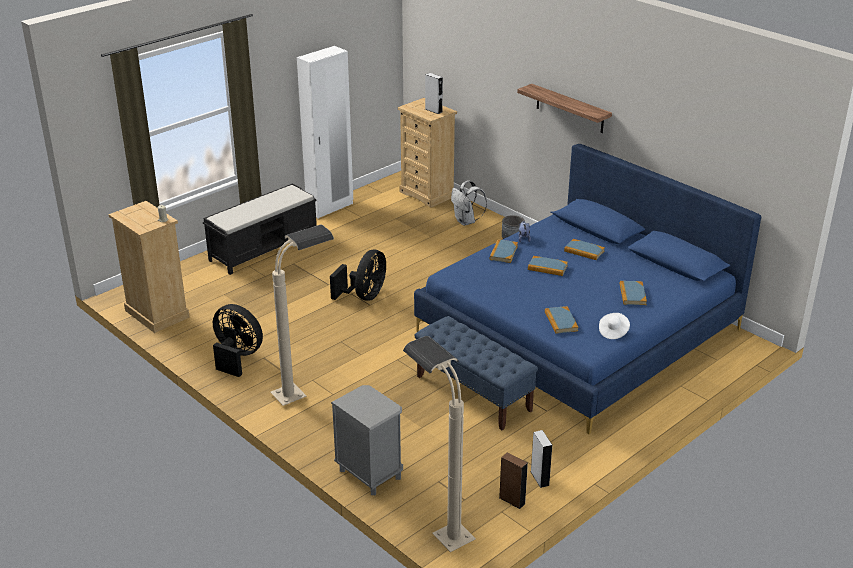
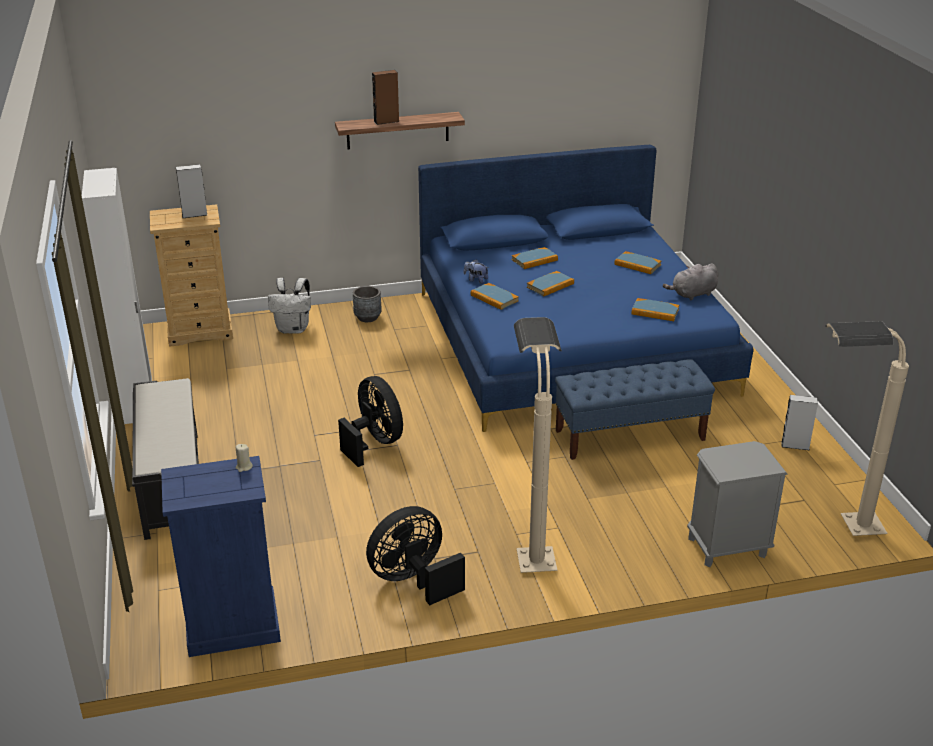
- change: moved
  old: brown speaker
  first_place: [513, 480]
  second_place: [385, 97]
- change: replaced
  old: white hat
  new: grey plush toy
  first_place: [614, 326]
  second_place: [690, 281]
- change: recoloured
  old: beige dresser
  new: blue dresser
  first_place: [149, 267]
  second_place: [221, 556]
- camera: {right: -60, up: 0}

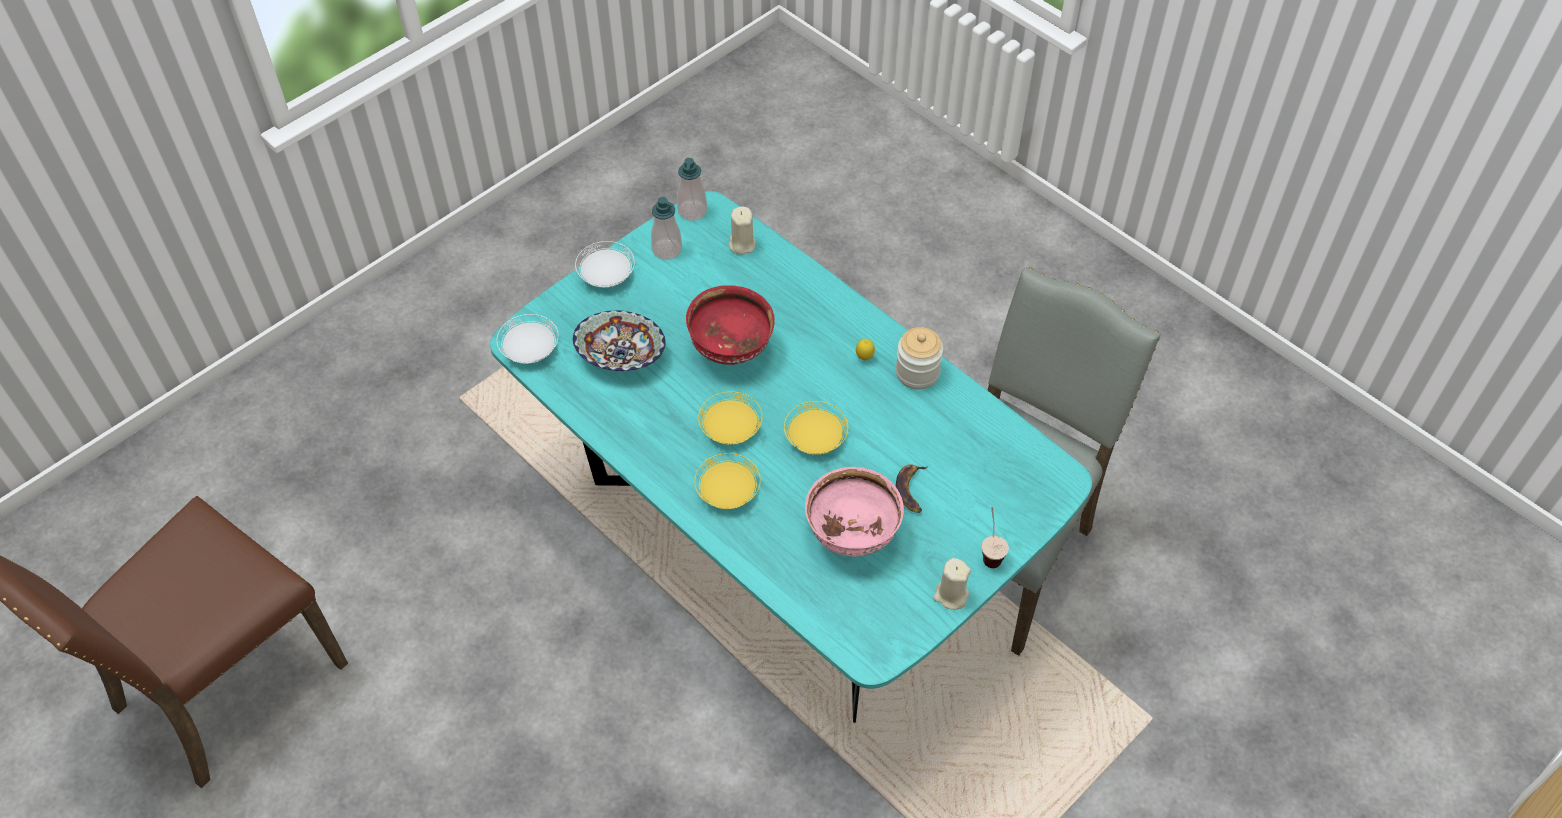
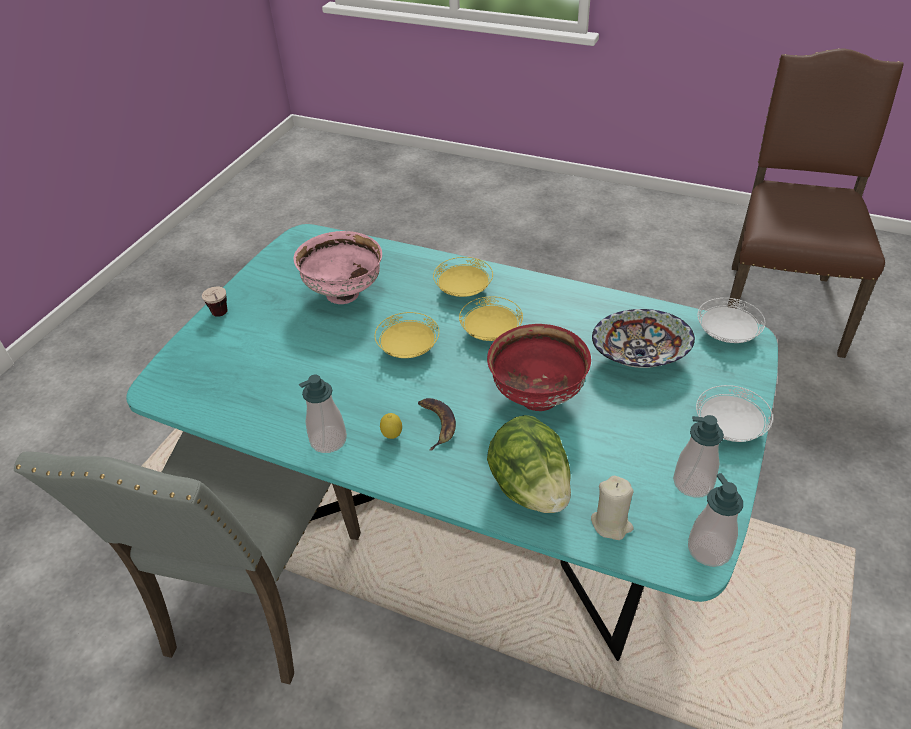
- change: removed
  old: beige candle
  first_place: [952, 584]
- change: added
  new: lettuce
  second_place: [529, 464]
- change: moved
  old: banana
  first_place: [912, 488]
  second_place: [437, 424]
- change: replaced
  old: jar
  new: soap dispenser
  first_place: [919, 358]
  second_place: [323, 414]
- camera: {right: 160, up: -10}

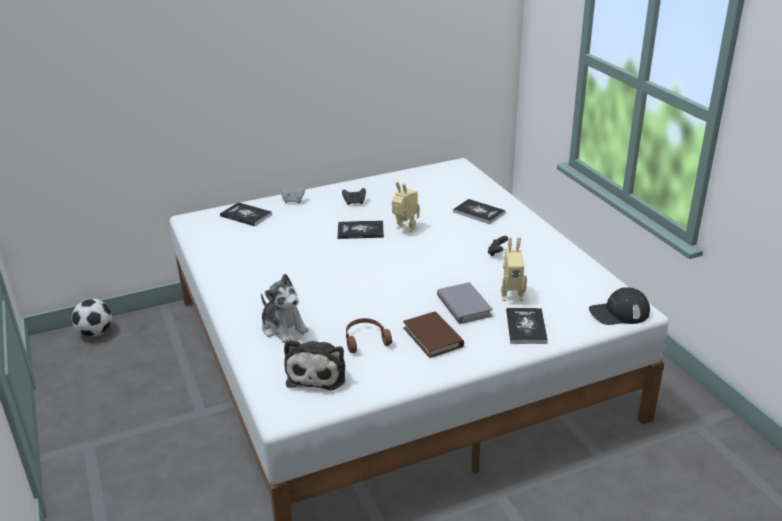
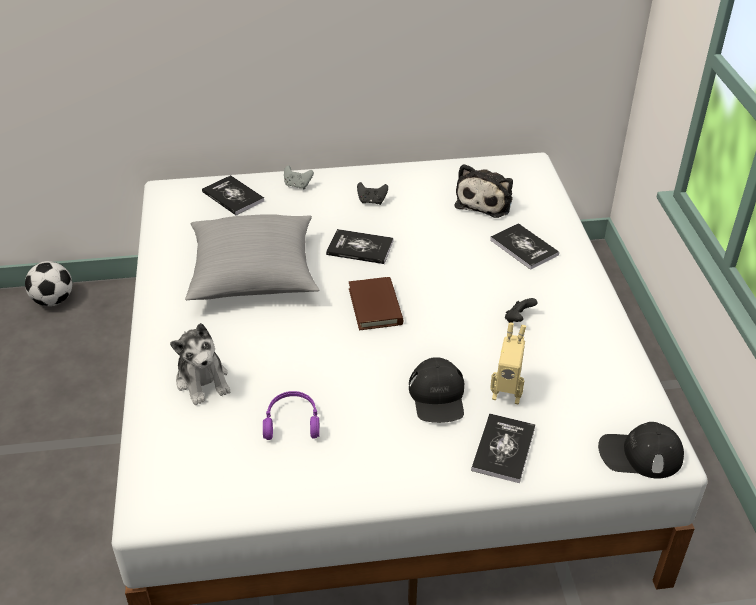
- change: removed
  old: toy robot
  first_place: [405, 206]
- change: added
  new: grey pillow
  second_place: [252, 257]
- change: moved
  old: plush toy
  first_place: [314, 365]
  second_place: [484, 191]
- change: moved
  old: brown book
  first_place: [433, 334]
  second_place: [376, 303]
- change: replaced
  old: grey book
  new: black cap
  first_place: [465, 303]
  second_place: [437, 390]
- change: recoloured
  old: brown headphones
  new: purple headphones
  first_place: [369, 335]
  second_place: [291, 415]
- camera: {right: 15, up: 10}

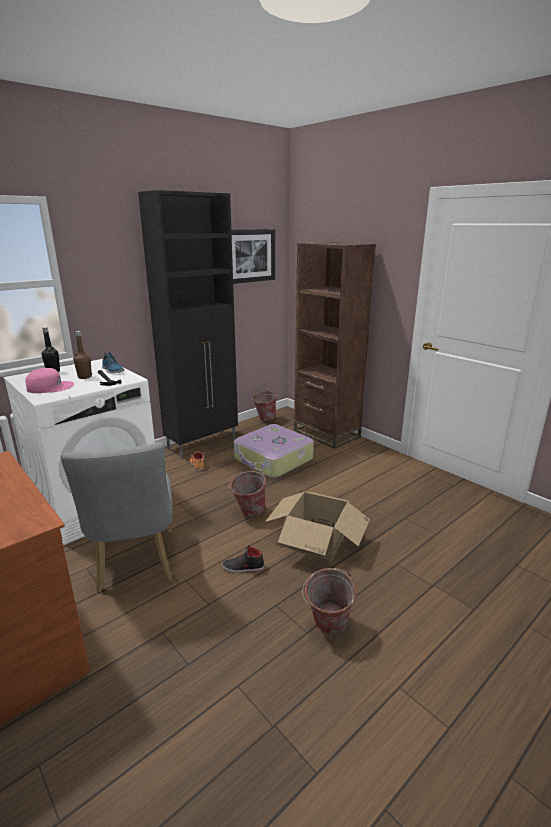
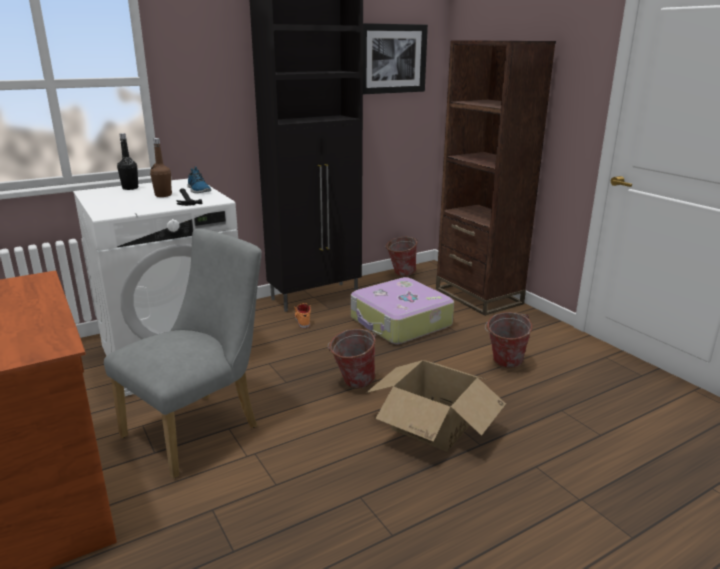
- change: removed
  old: pink cap
  first_place: [49, 380]
- change: removed
  old: black shoe
  first_place: [243, 559]
- change: moved
  old: bucket
  first_place: [329, 601]
  second_place: [509, 340]
- change: turned
  old: grey chair
  first_place: [117, 517]
  second_place: [183, 354]
  degrees: -135
- camera: {right: 10, up: 0}

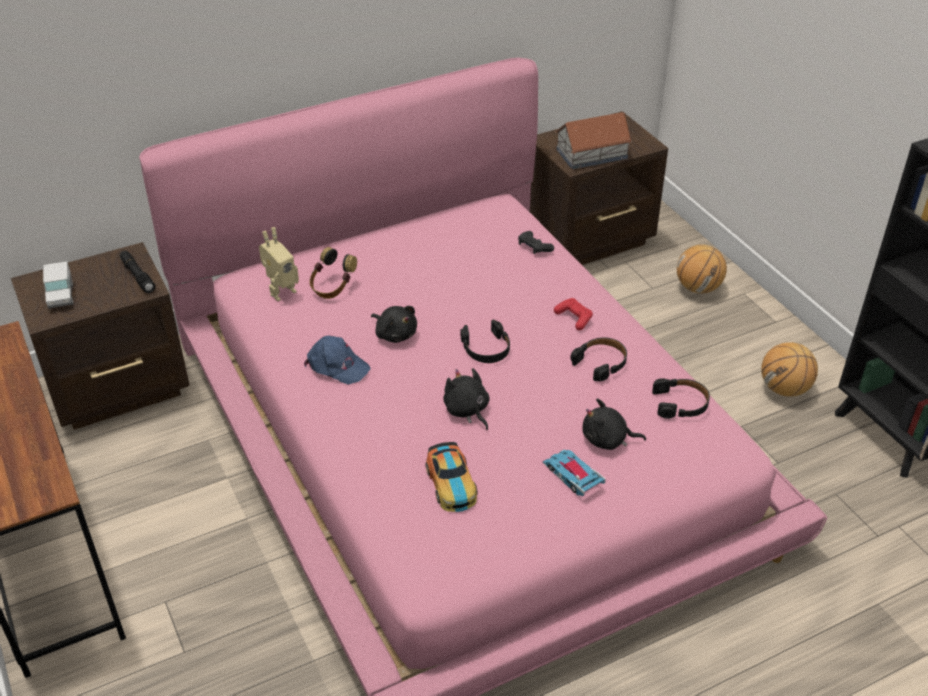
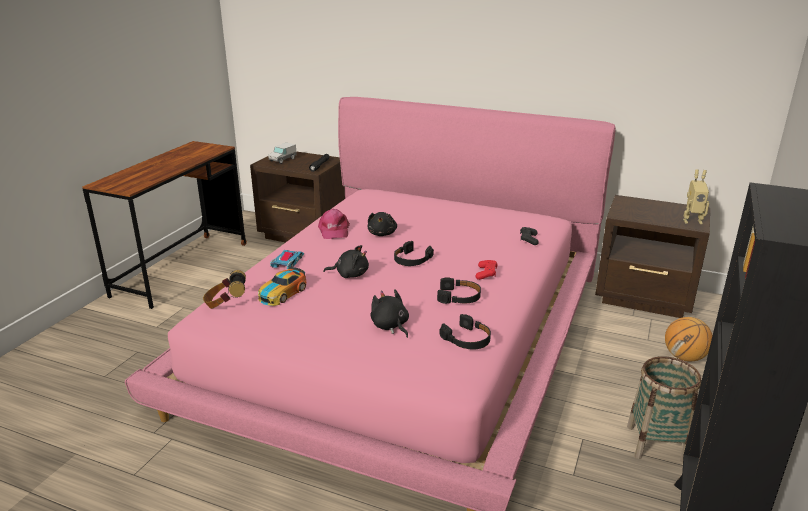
- change: removed
  old: toy house
  first_place: [593, 140]
- change: moved
  old: toy robot
  first_place: [279, 264]
  second_place: [696, 197]
- change: moved
  old: headphones
  first_place: [333, 273]
  second_place: [224, 289]
- change: moved
  old: toy car
  first_place: [574, 472]
  second_place: [287, 259]
- change: replaced
  old: basketball
  new: basket
  first_place: [789, 369]
  second_place: [664, 409]
- change: recoloured
  old: blue cap
  new: pink cap
  first_place: [337, 360]
  second_place: [334, 224]
- change: turned
  old: black plush toy
  first_place: [466, 399]
  second_place: [346, 261]
  degrees: 75
- camera: {right: 50, up: -15}

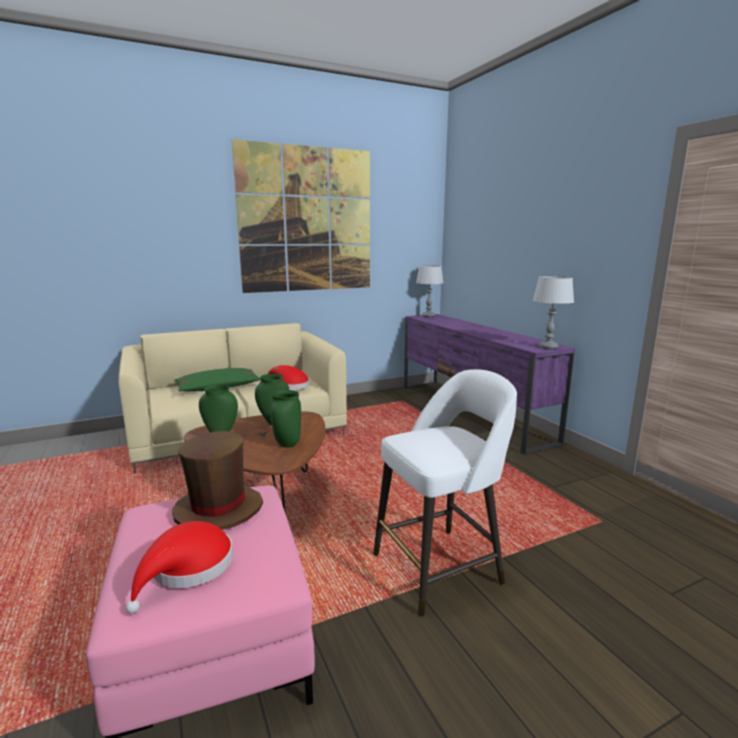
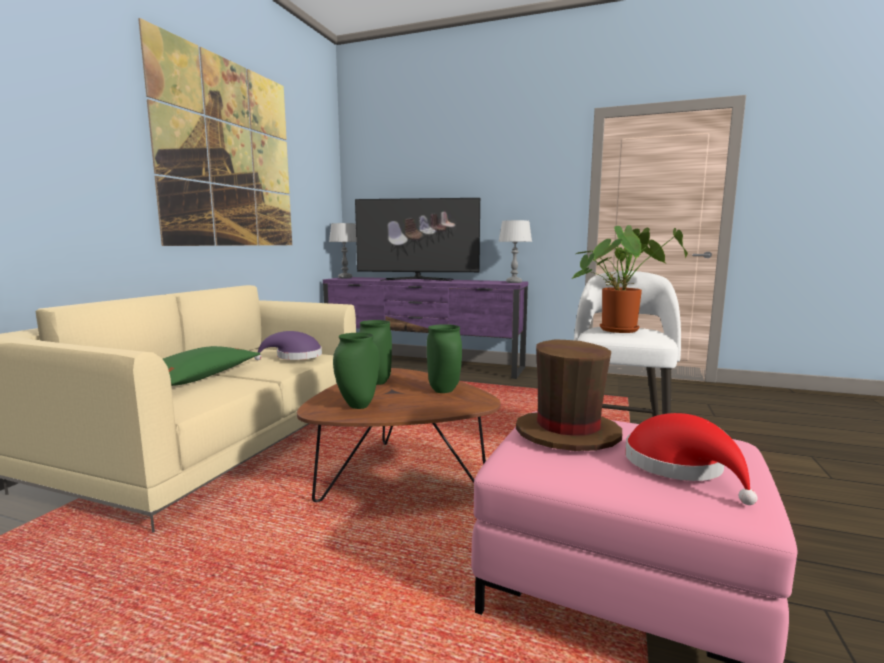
- change: added
  new: television
  second_place: [417, 239]
- change: added
  new: potted plant
  second_place: [630, 279]
- change: recoloured
  old: red hat
  new: purple hat
  first_place: [288, 377]
  second_place: [288, 345]
- camera: {right: -45, up: -5}

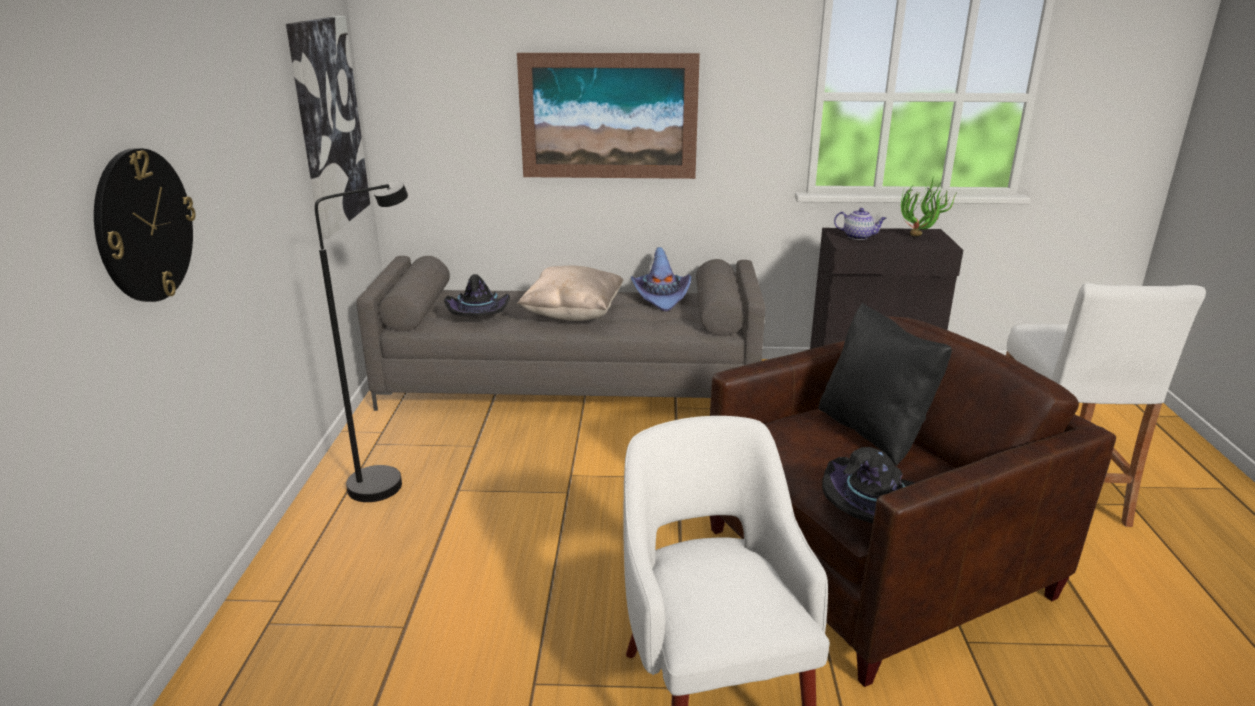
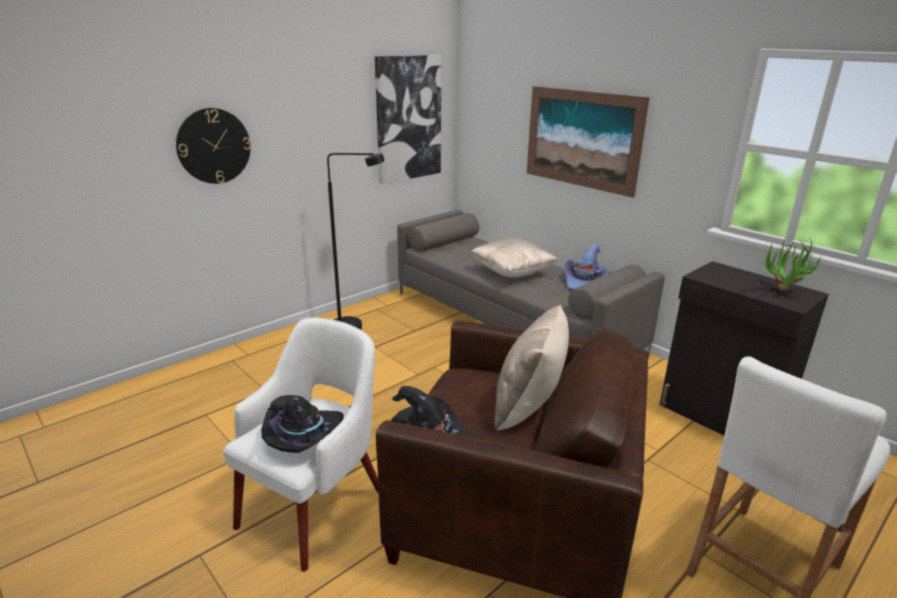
- change: removed
  old: teapot
  first_place: [860, 224]
- change: moved
  old: black hat
  first_place: [477, 295]
  second_place: [302, 424]
- change: recoloured
  old: black pillow
  new: beige pillow
  first_place: [885, 384]
  second_place: [531, 368]
- camera: {right: 45, up: 0}

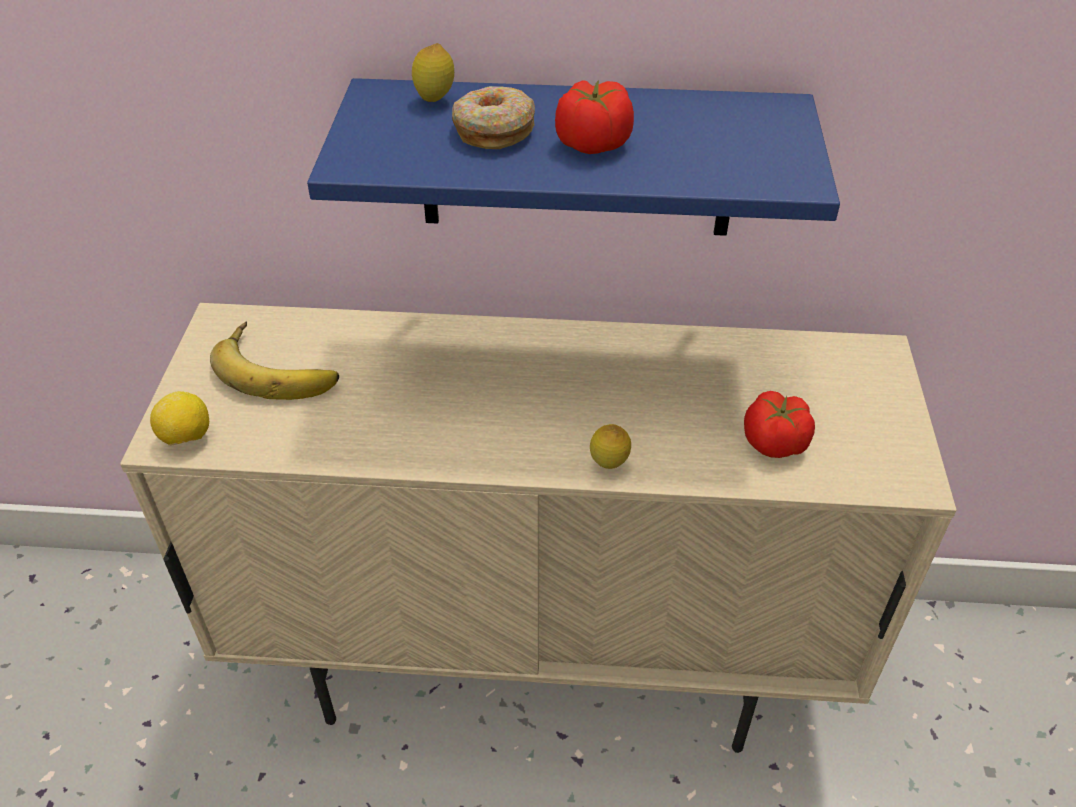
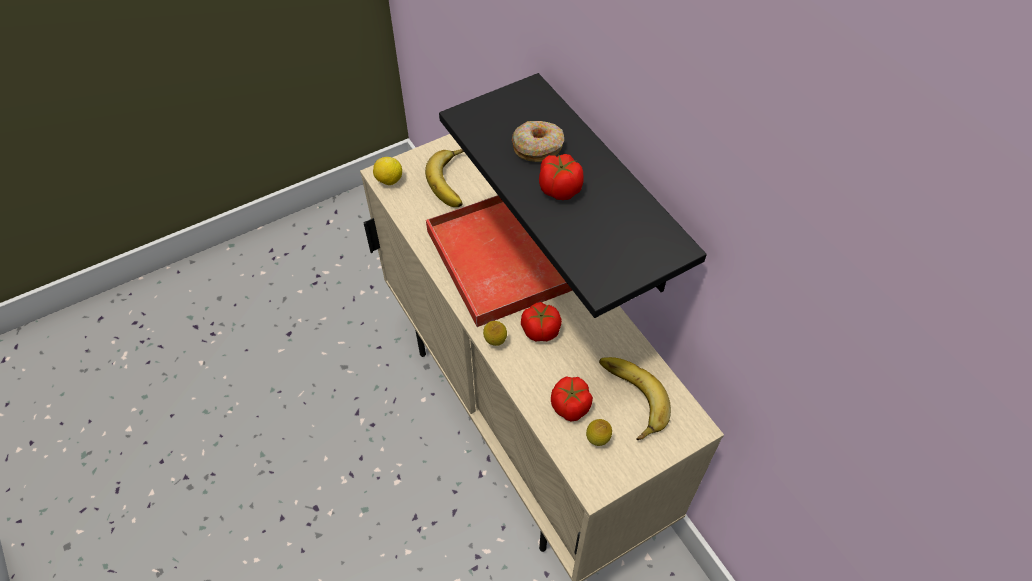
- change: added
  new: red tray
  second_place: [499, 261]
- change: added
  new: tomato
  second_place: [541, 321]
- change: added
  new: banana
  second_place: [635, 398]
- change: moved
  old: lemon
  first_place: [433, 72]
  second_place: [599, 432]
- change: recoloured
  old: blue shelf
  new: black shelf
  first_place: [573, 157]
  second_place: [573, 195]
- camera: {right: 55, up: 10}

